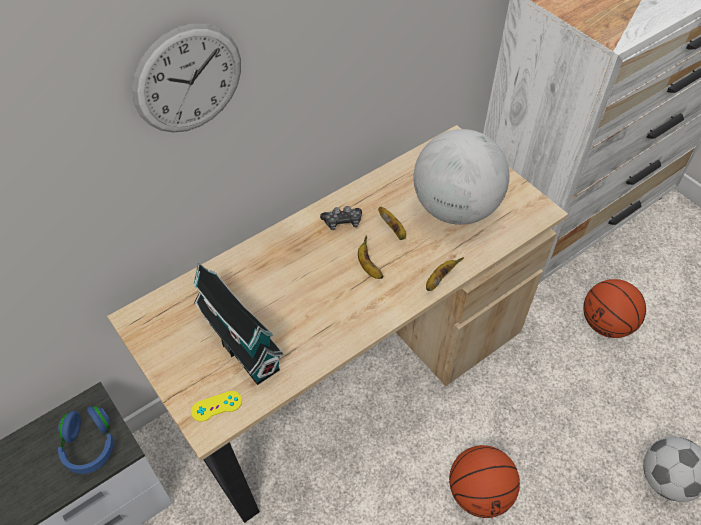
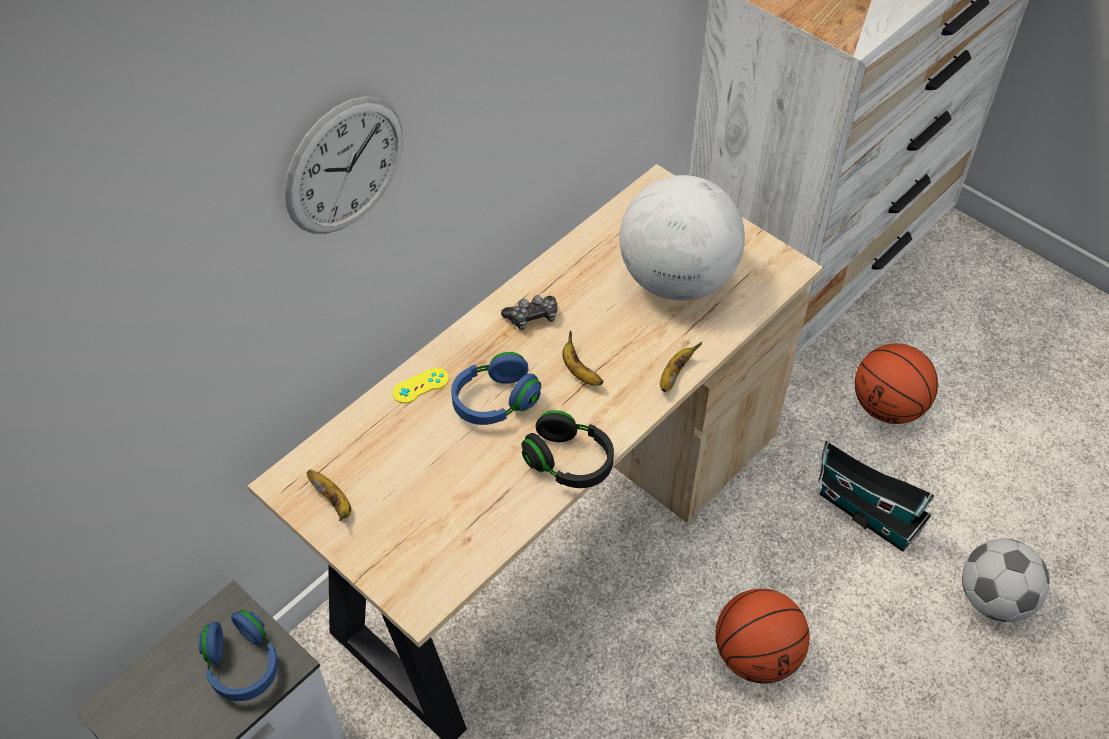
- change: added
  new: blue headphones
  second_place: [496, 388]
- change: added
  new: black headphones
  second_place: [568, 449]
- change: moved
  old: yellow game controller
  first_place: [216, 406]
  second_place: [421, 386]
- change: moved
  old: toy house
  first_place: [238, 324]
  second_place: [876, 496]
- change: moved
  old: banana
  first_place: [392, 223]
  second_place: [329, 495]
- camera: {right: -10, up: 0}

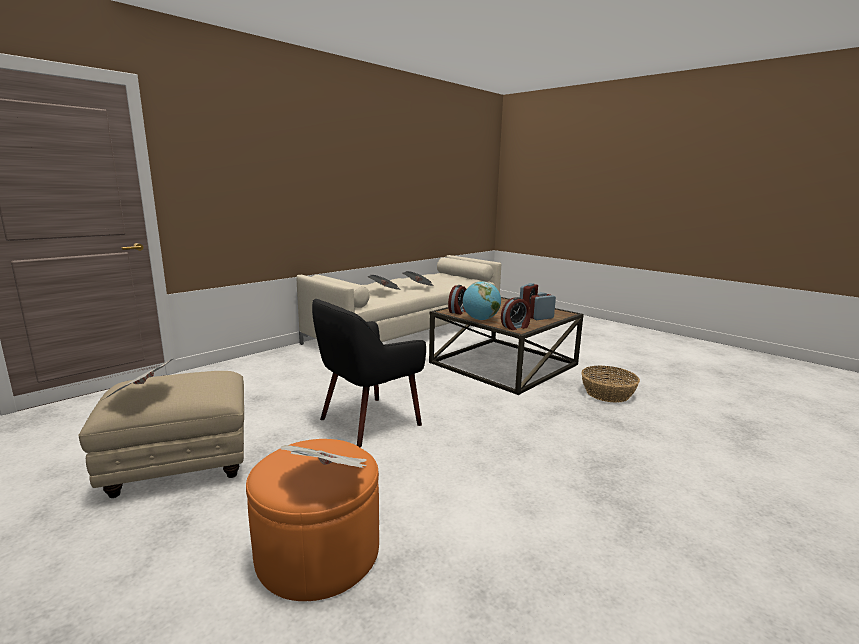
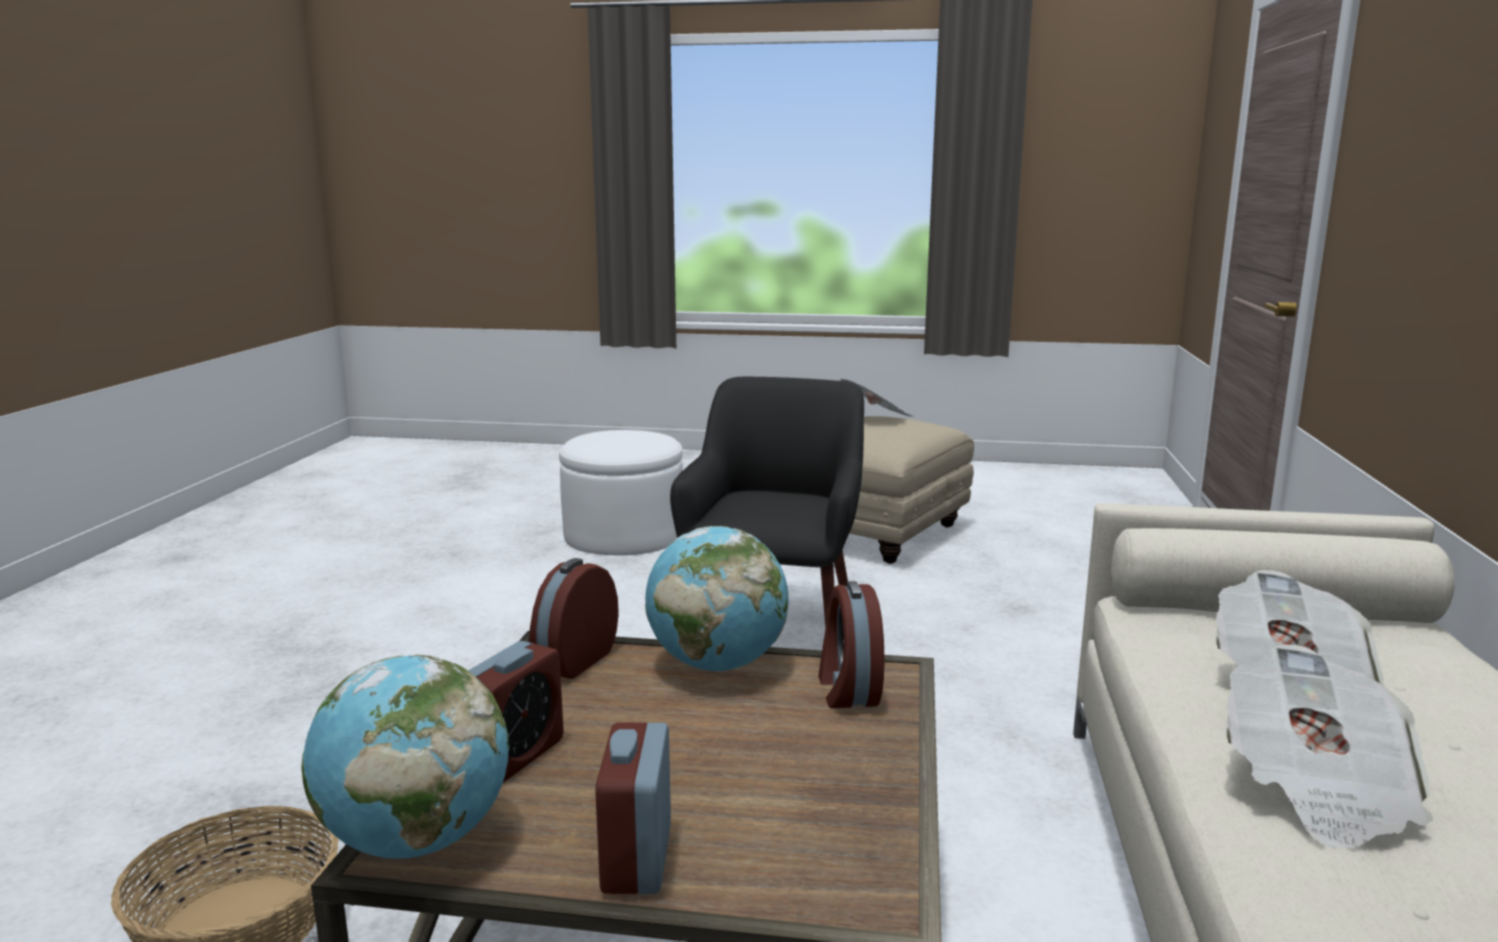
- change: removed
  old: newspaper
  first_place: [323, 456]
- change: added
  new: globe
  second_place: [405, 757]
- change: recoloured
  old: orange ottoman
  new: white ottoman
  first_place: [312, 520]
  second_place: [621, 492]
- camera: {right: 145, up: 0}

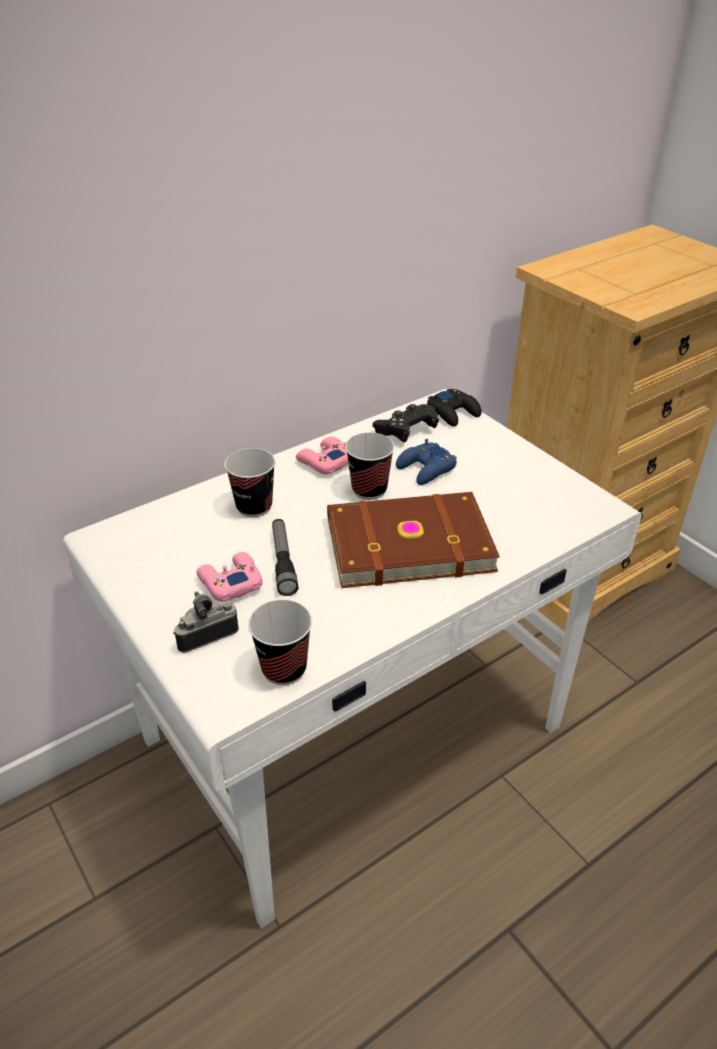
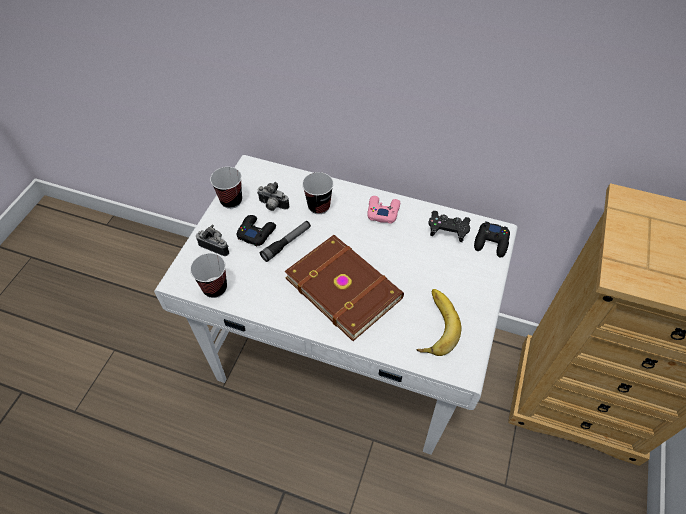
- change: removed
  old: blue game controller
  first_place: [426, 462]
- change: added
  new: photo camera
  second_place: [273, 196]
- change: added
  new: banana
  second_place: [439, 322]
- change: moved
  old: cup
  first_place: [370, 466]
  second_place: [226, 188]
- change: recoloured
  old: pink game controller
  new: black game controller
  first_place: [230, 577]
  second_place: [256, 230]
- camera: {right: 55, up: 15}

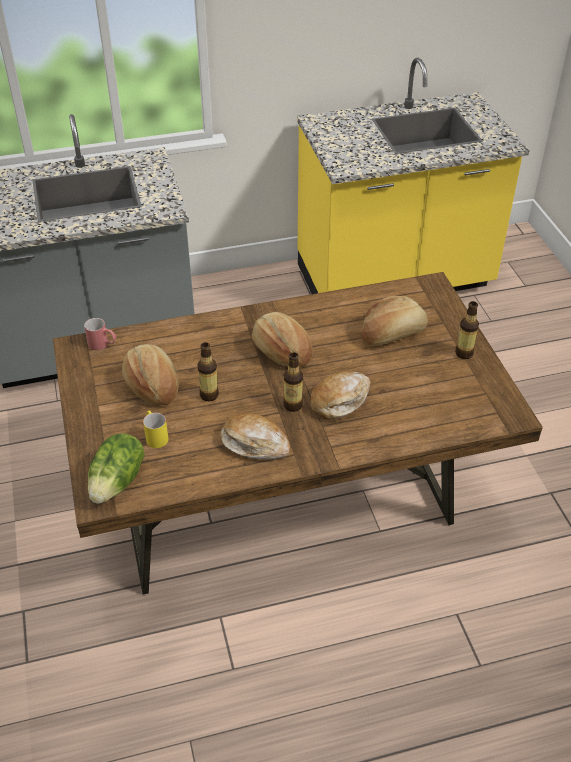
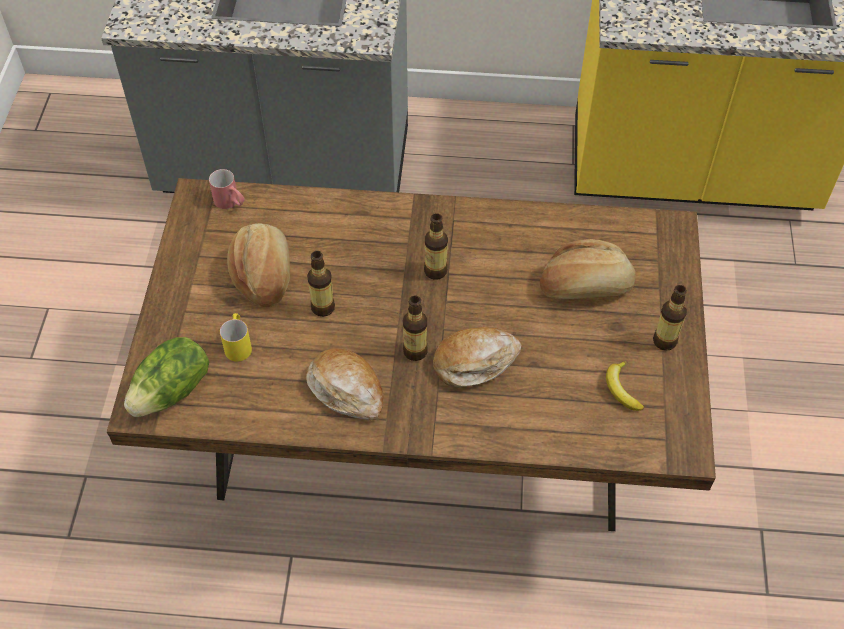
- change: added
  new: banana
  second_place: [625, 386]
- change: replaced
  old: bread
  new: bottle
  first_place: [282, 339]
  second_place: [436, 246]
- camera: {right: 20, up: 10}

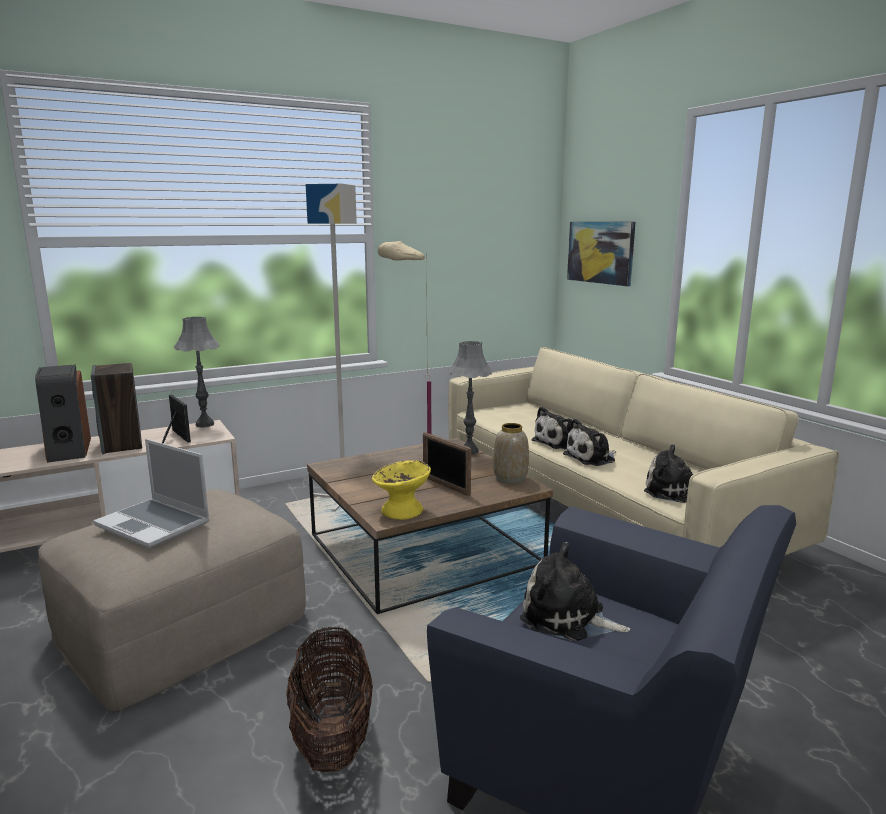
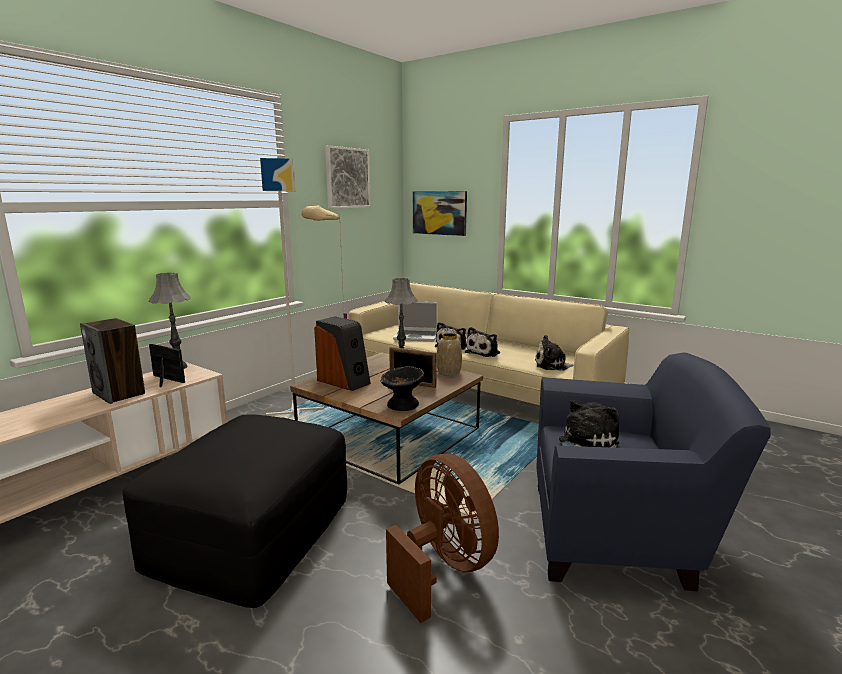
- change: added
  new: picture
  second_place: [348, 177]
- change: moved
  old: speaker
  first_place: [63, 413]
  second_place: [342, 353]
- change: moved
  old: laptop
  first_place: [151, 493]
  second_place: [415, 322]
- change: replaced
  old: basket
  new: brown fan
  first_place: [329, 699]
  second_place: [442, 538]
- change: recoloured
  old: beige ottoman
  new: black ottoman
  first_place: [172, 600]
  second_place: [235, 511]
- change: recoloured
  old: yellow bowl
  new: black bowl
  first_place: [401, 490]
  second_place: [402, 388]
- change: turned
  old: plush toy
  first_place: [575, 591]
  second_place: [589, 424]
  degrees: 135
- camera: {right: -25, up: 0}

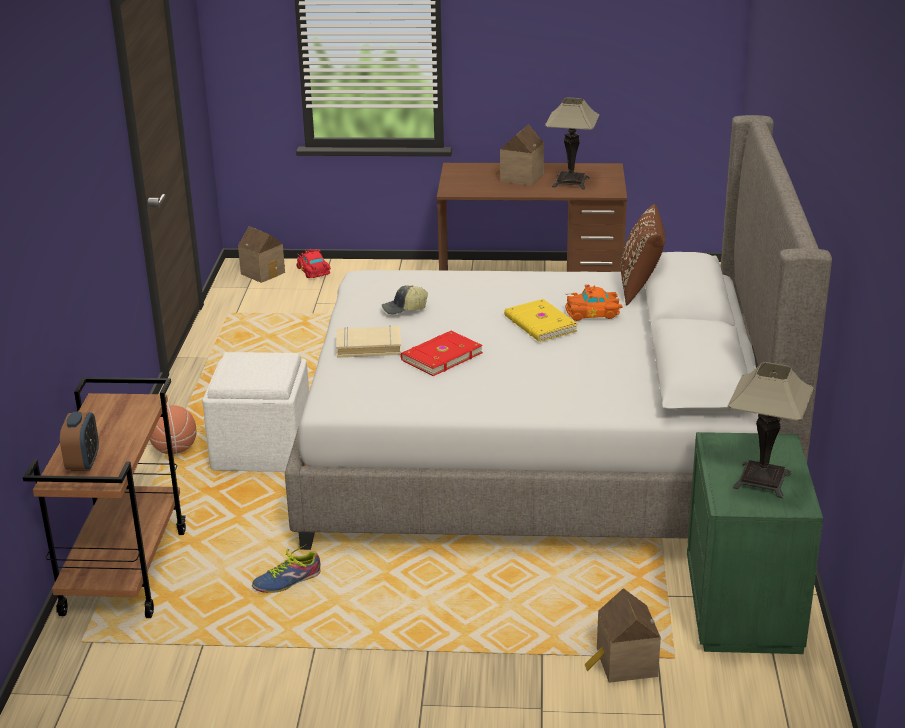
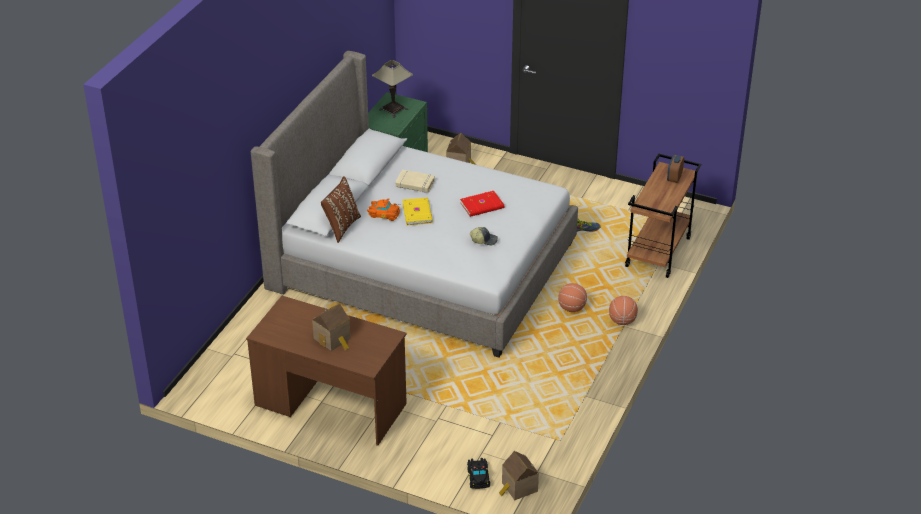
- change: removed
  old: table lamp
  first_place: [572, 143]
- change: moved
  old: beige book
  first_place: [368, 341]
  second_place: [415, 181]
- change: replaced
  old: white ottoman
  new: basketball
  first_place: [255, 412]
  second_place: [572, 297]
- change: recoloured
  old: red toy car
  new: black toy car
  first_place: [313, 263]
  second_place: [478, 473]
- camera: {right: -160, up: 10}

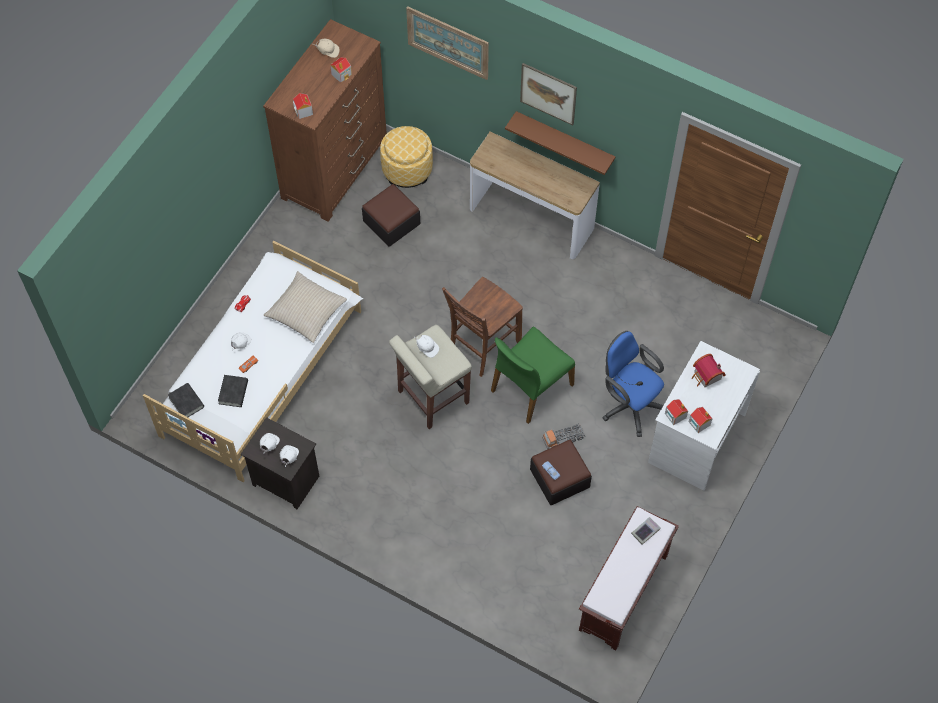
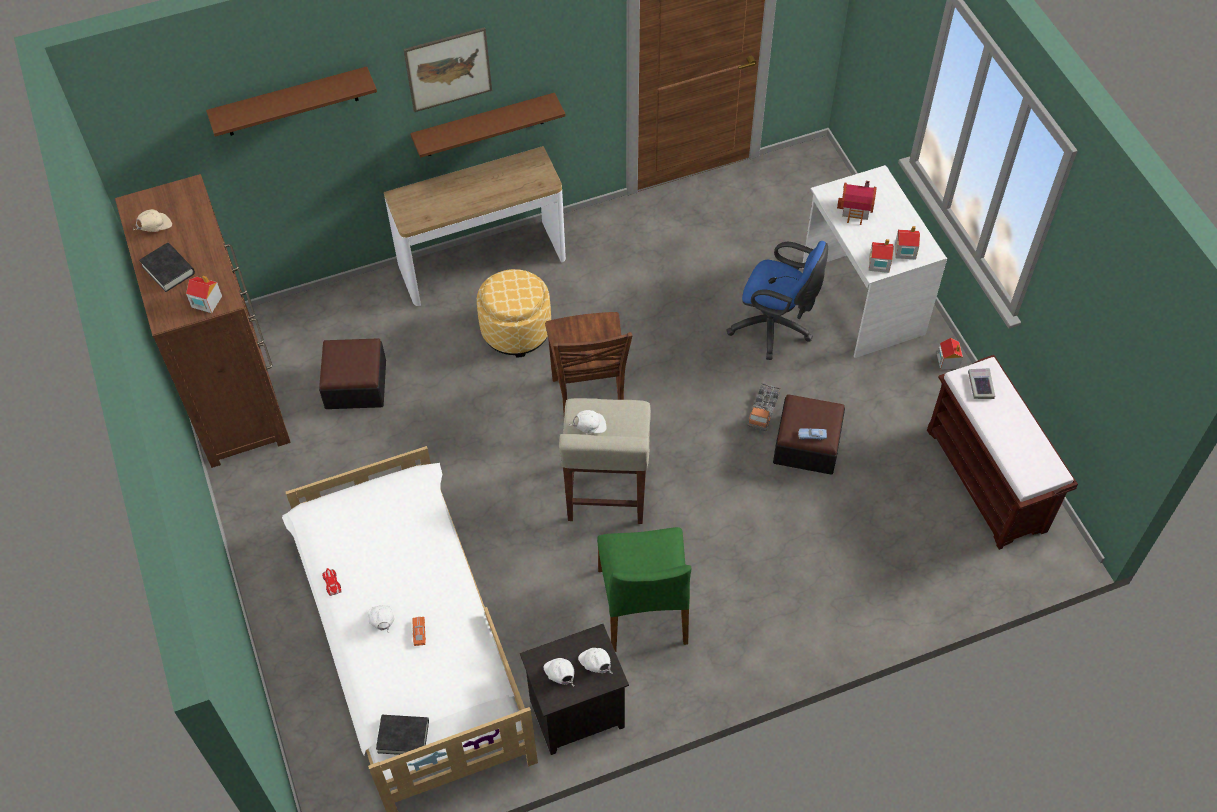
- change: removed
  old: beige pillow
  first_place: [305, 307]
- change: moved
  old: black book
  first_place: [233, 391]
  second_place: [167, 267]
- change: moved
  old: toy house
  first_place: [341, 70]
  second_place: [950, 354]
- change: moved
  old: ottoman
  first_place: [406, 157]
  second_place: [514, 313]
- change: moved
  old: green chair
  first_place: [533, 375]
  second_place: [644, 589]
- change: replaced
  old: picture
  new: brown shelf
  first_place: [447, 43]
  second_place: [291, 101]
- change: turned
  old: blue office chair
  first_place: [633, 384]
  second_place: [777, 300]
  degrees: -150
- camera: {right: -50, up: -5}

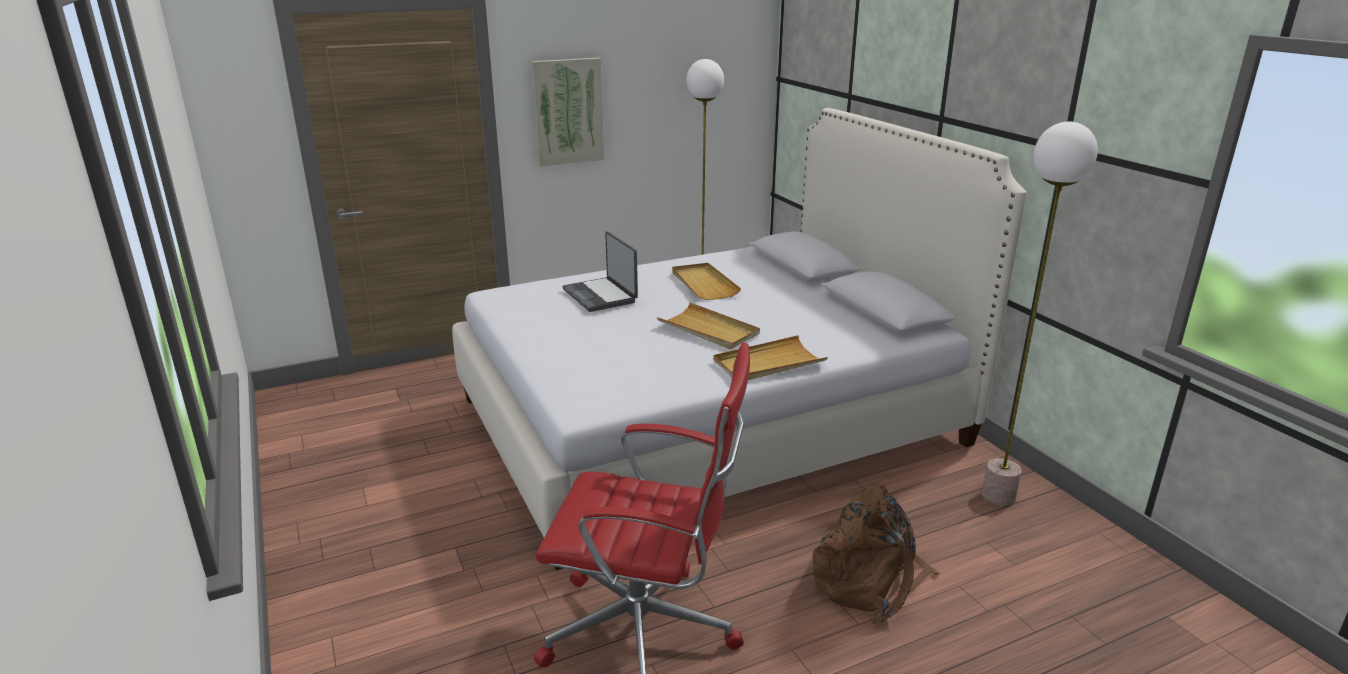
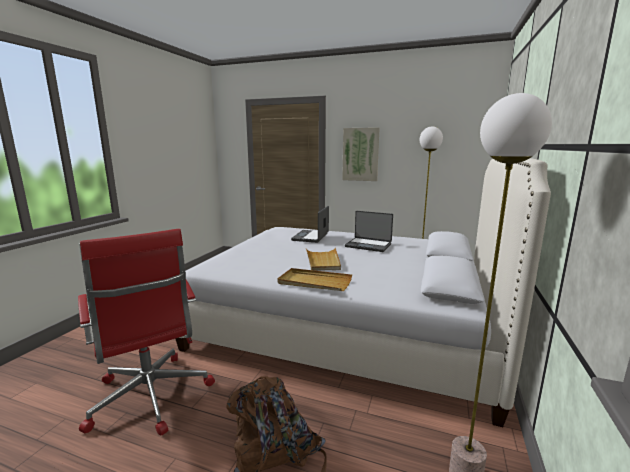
- change: replaced
  old: beige tray
  new: laptop
  first_place: [706, 281]
  second_place: [369, 231]
- camera: {right: 45, up: -10}

